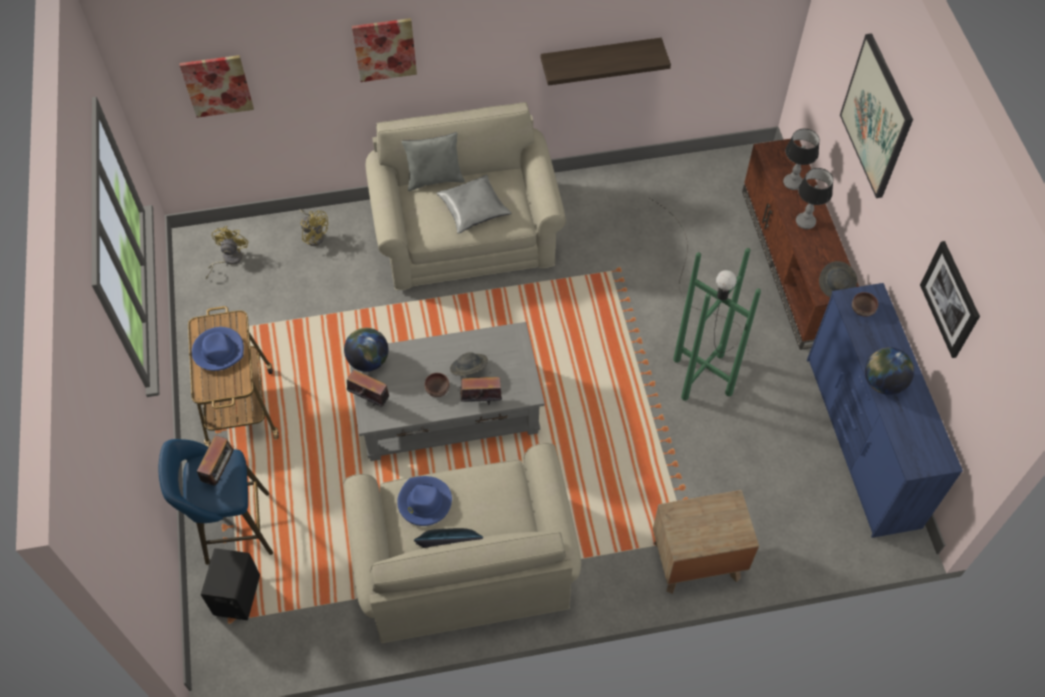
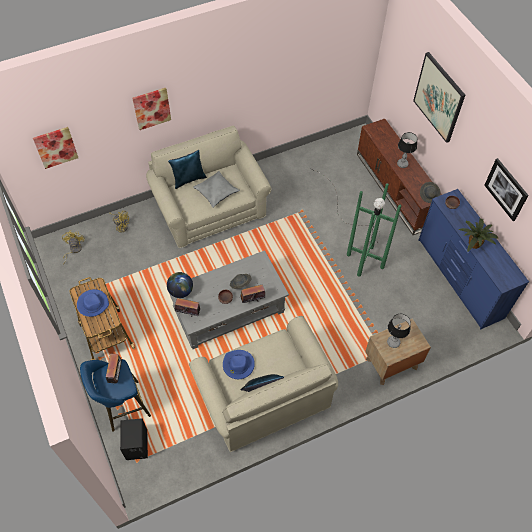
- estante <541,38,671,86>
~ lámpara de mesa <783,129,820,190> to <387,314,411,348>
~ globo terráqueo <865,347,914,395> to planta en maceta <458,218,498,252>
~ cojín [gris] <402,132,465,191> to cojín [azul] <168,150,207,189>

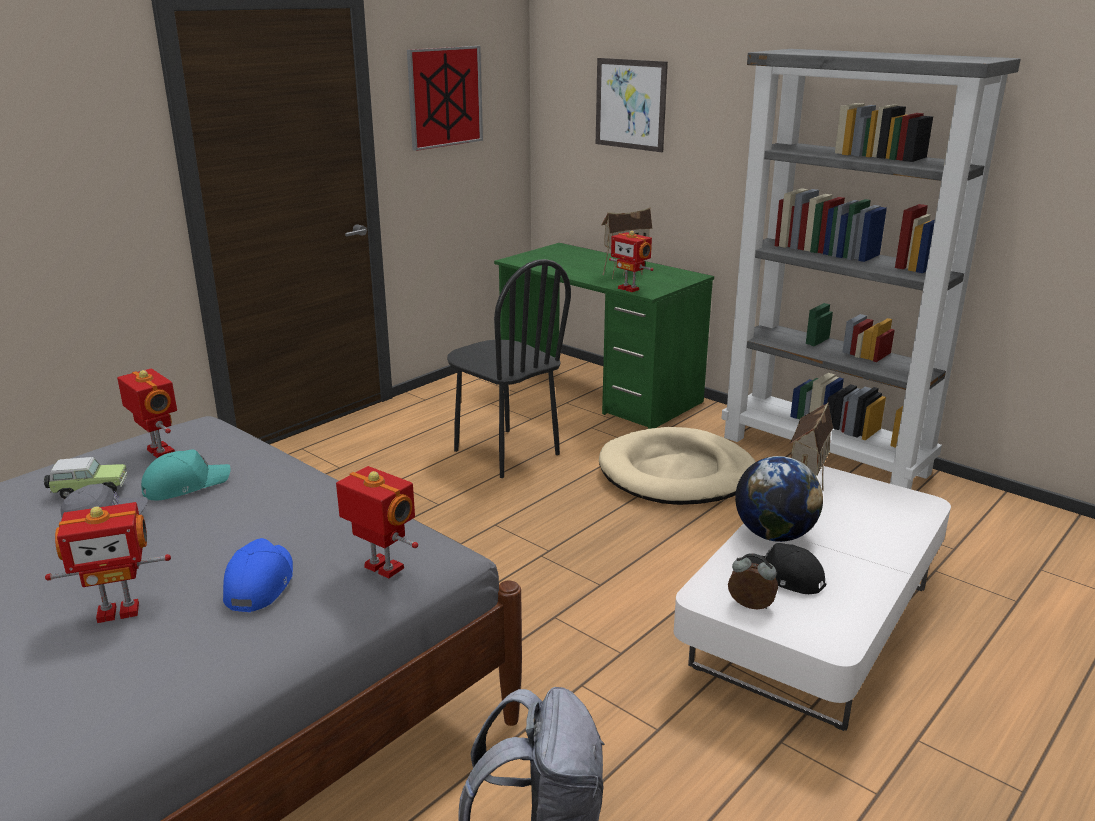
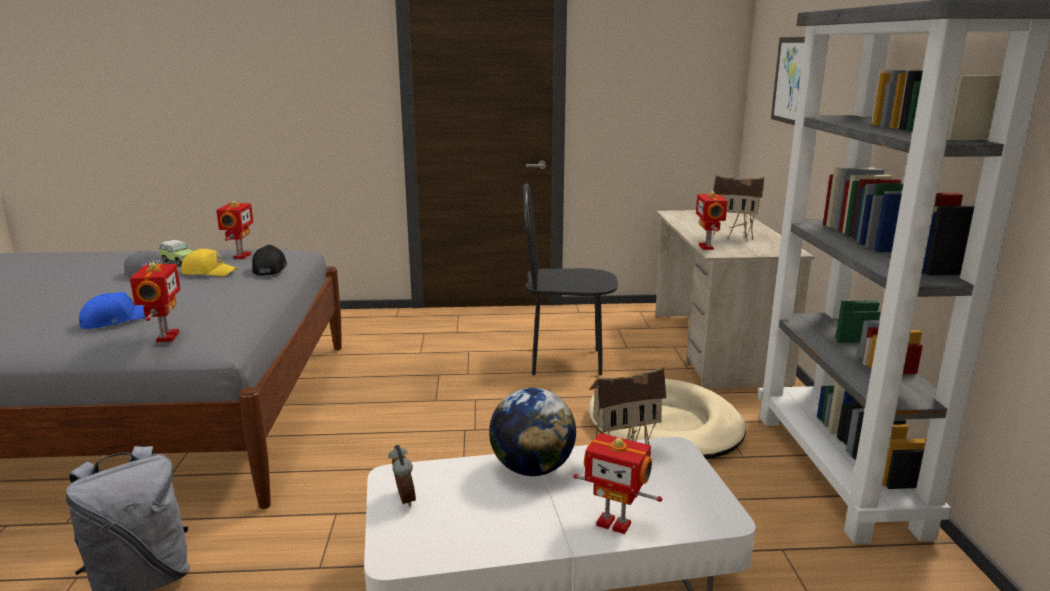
- cuadro <407,46,483,151>
~ robot de juguete <45,502,171,623> to <573,433,662,534>
~ gorra [negro] <747,543,826,594> to <252,245,287,275>
~ gorra [turquesa] <141,449,230,500> to gorra [amarillo] <181,248,237,277>
~ escritorio [verde] <494,243,714,429> to escritorio [beis] <655,210,815,388>
~ silla [negro] <447,259,571,478> = <523,183,618,376> 90 degrees clockwise

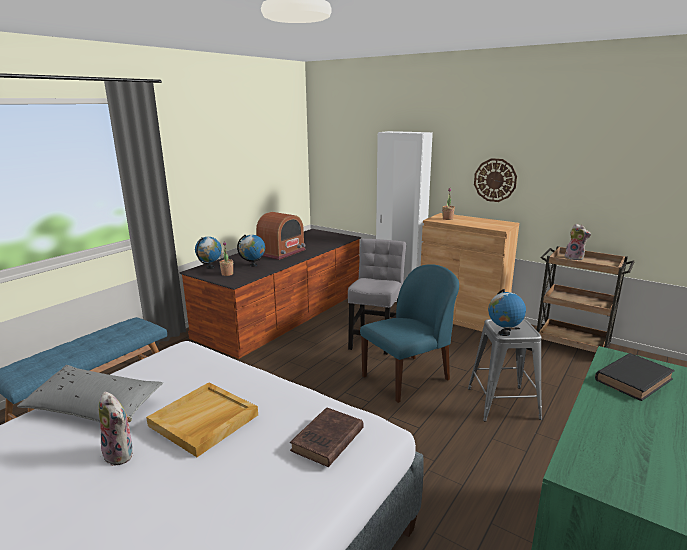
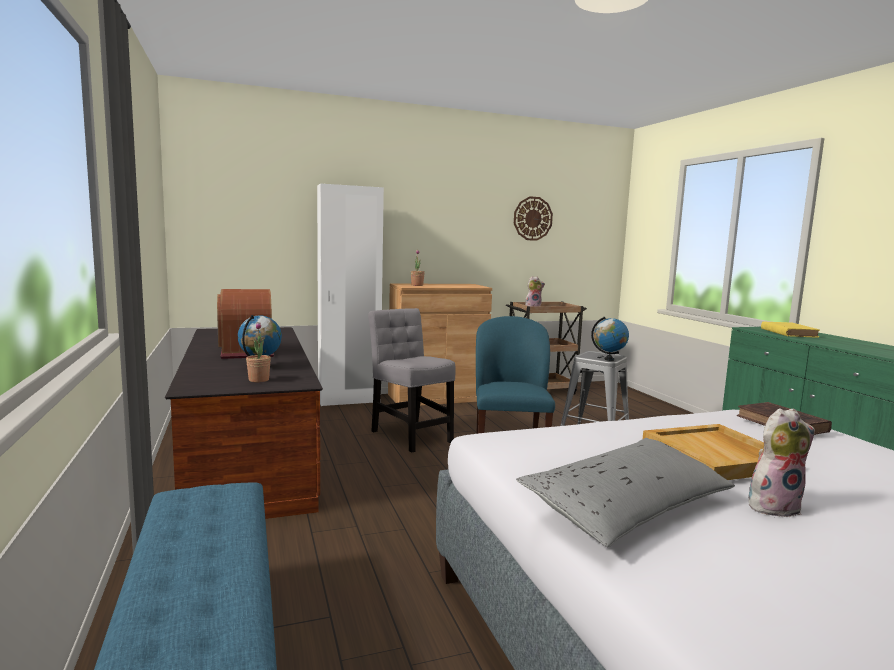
- globo terráqueo <195,237,222,269>
~ reloj de pared <474,158,517,202> to <514,196,553,241>
~ libro [negro] <595,353,675,401> to libro [amarillo] <761,321,820,338>

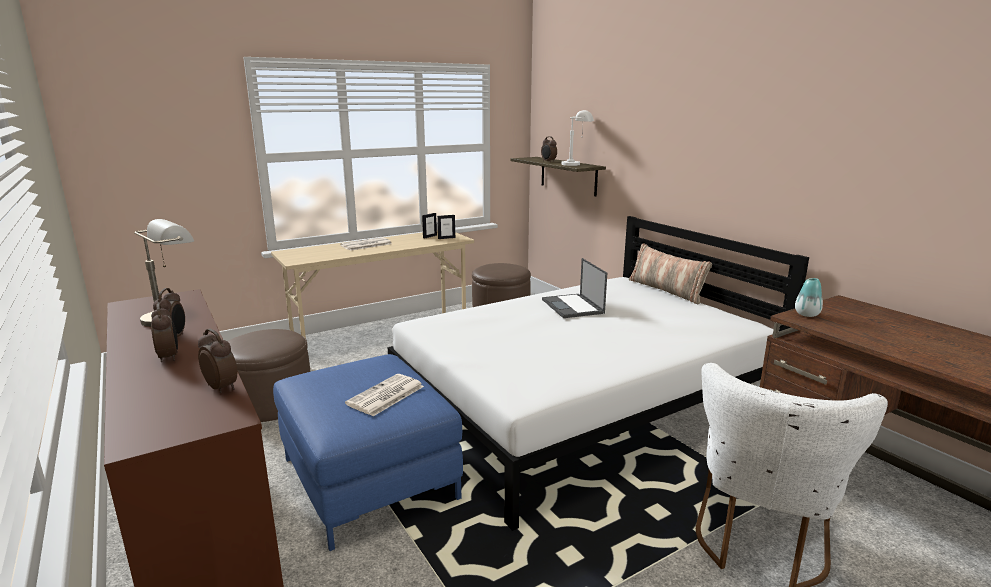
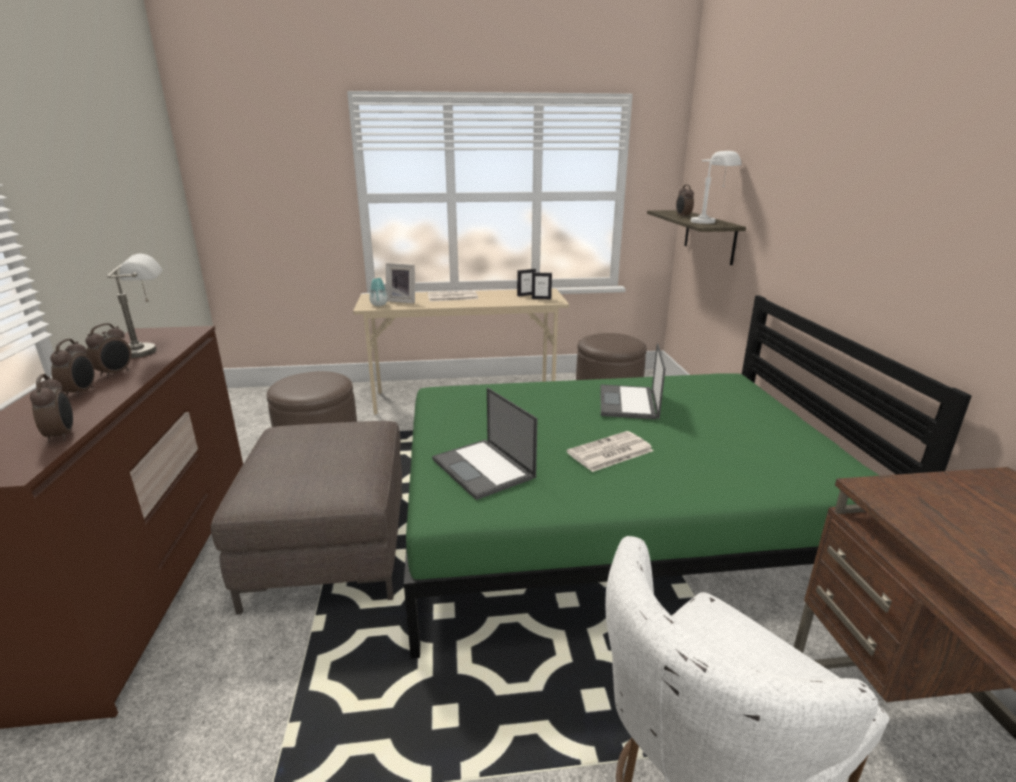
- cojín <629,243,712,304>
+ portarretratos <386,263,415,303>
+ portátil <432,388,538,500>
~ periódico <345,374,424,416> to <567,431,654,472>
~ florero <795,278,823,317> to <369,278,388,306>
~ puf [azul] <273,354,463,551> to puf [marrón] <211,421,402,615>
~ cama [blanco] <387,216,809,531> to cama [verde] <404,295,972,659>

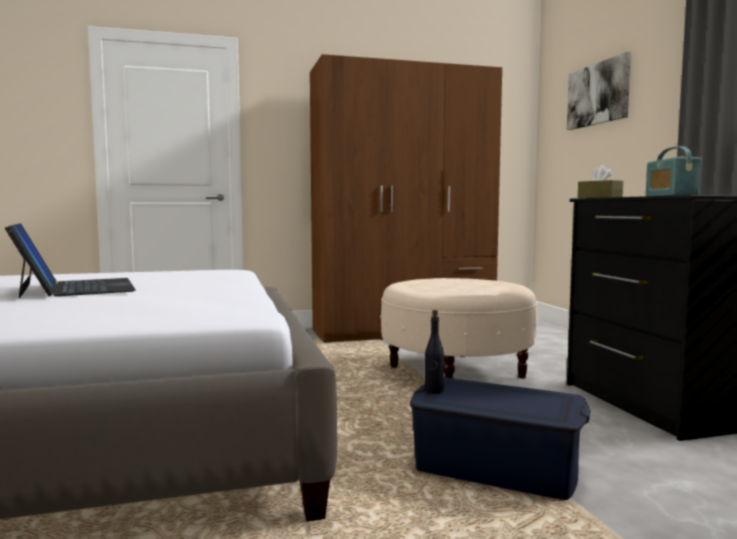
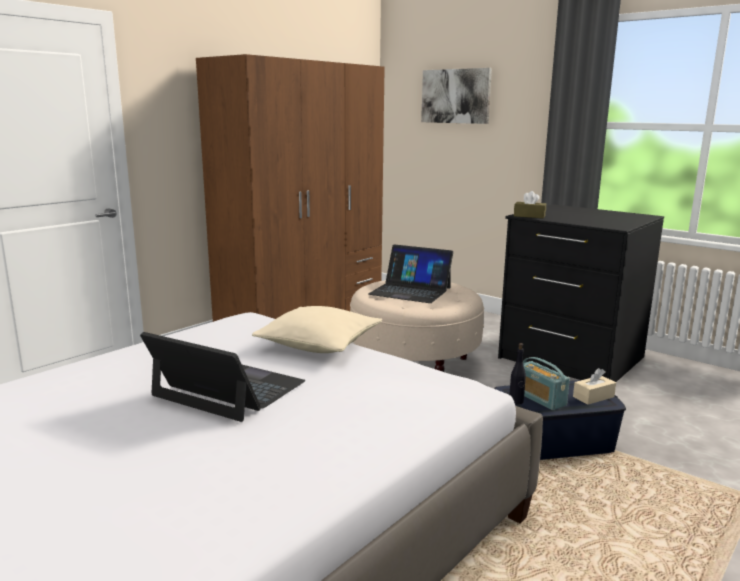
+ cojín [beis] <252,306,382,353>
+ portátil <369,244,453,303>
+ caja de pañuelos [beis] <573,368,616,405>
~ radio <646,146,702,196> to <523,357,570,410>

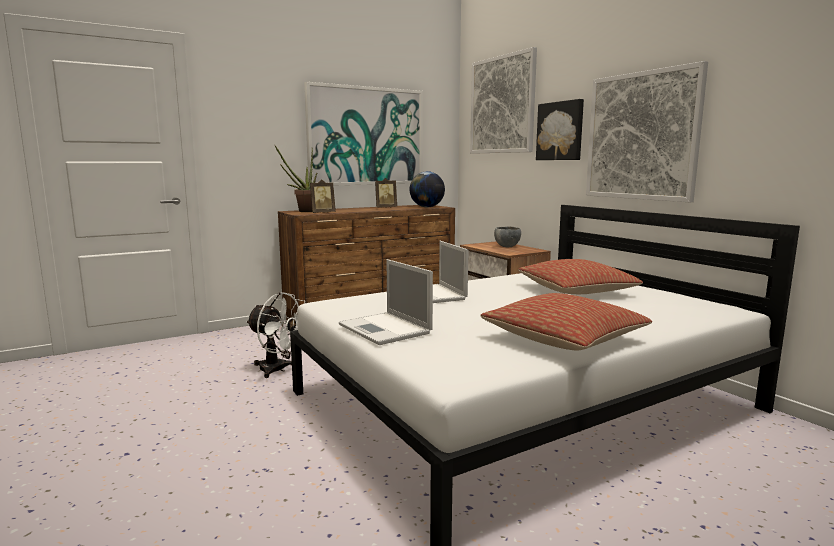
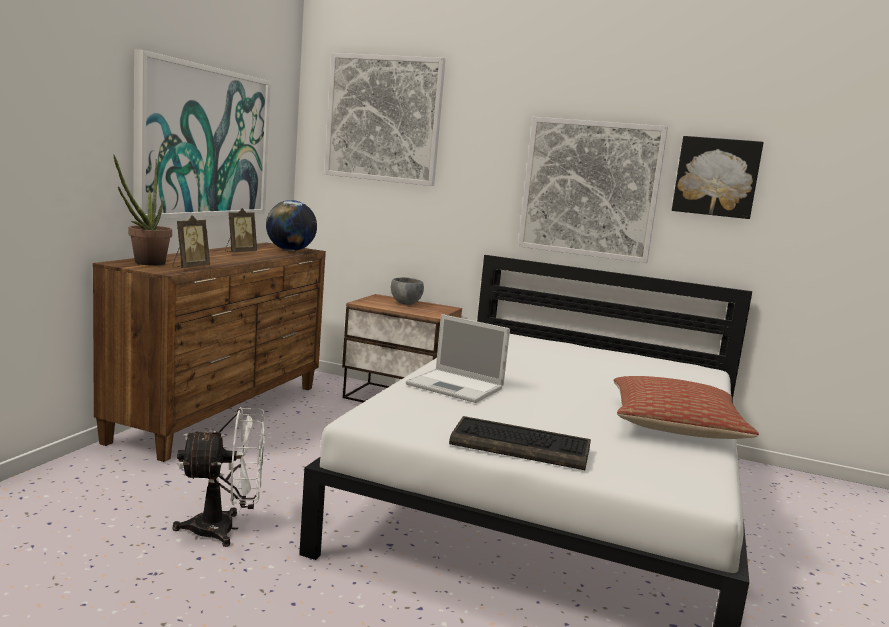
- cojín <518,259,643,294>
~ cuadro <536,99,584,160> to <672,136,764,219>
~ portátil <339,259,433,345> to teclado <449,416,591,470>

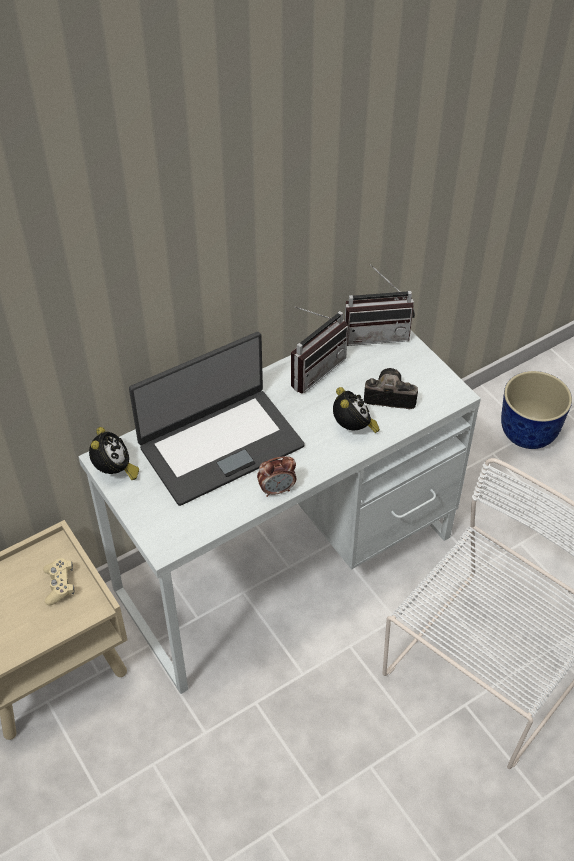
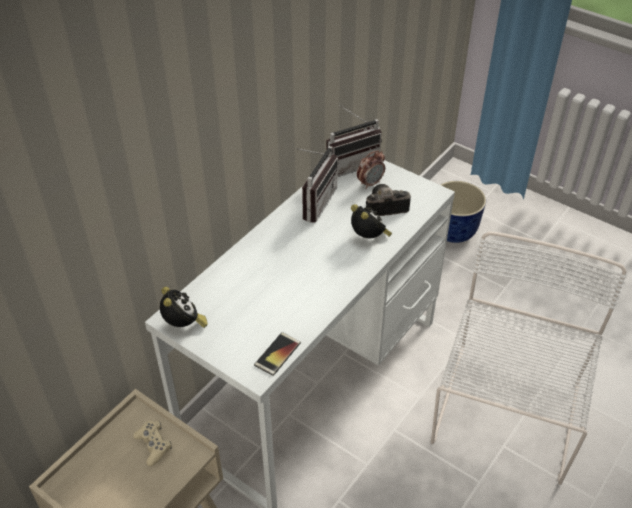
- portátil <129,332,305,506>
+ móvil <254,332,301,376>
~ despertador <257,456,296,497> to <357,150,385,189>

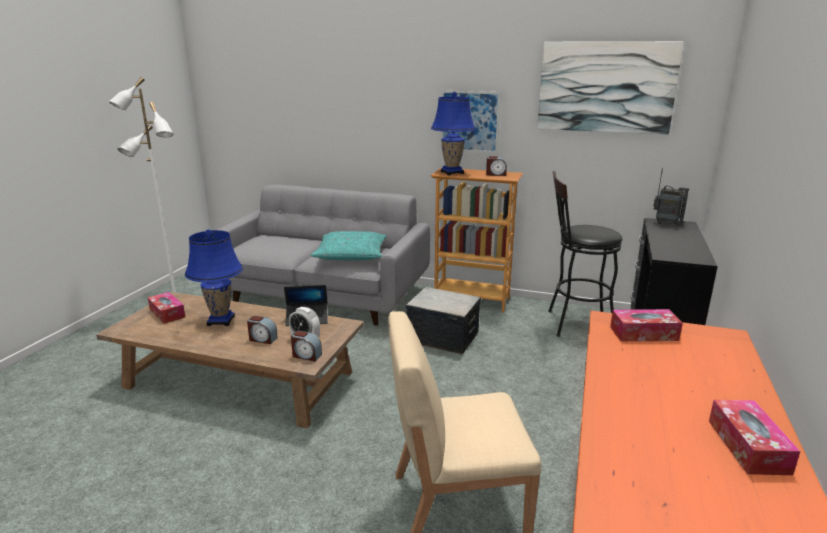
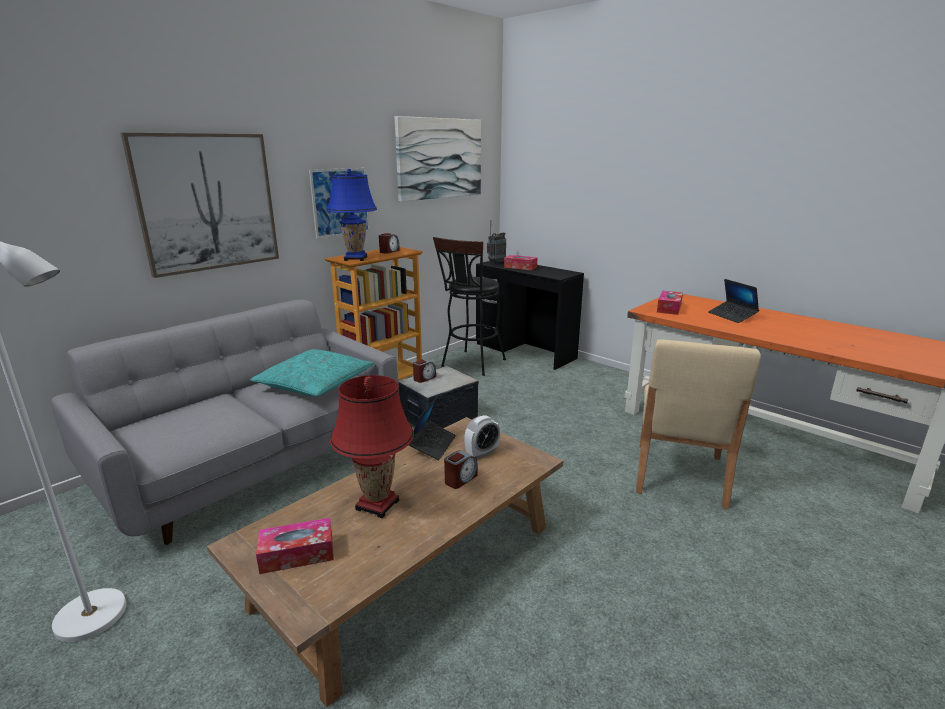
+ cuadro <121,133,279,278>
+ portátil <708,279,759,323>
~ despertador <291,331,322,361> to <413,359,436,383>
~ caja de pañuelos <709,400,800,475> to <504,255,538,270>
~ lámpara de mesa [azul] <185,229,243,326> to lámpara de mesa [rojo] <330,375,414,518>

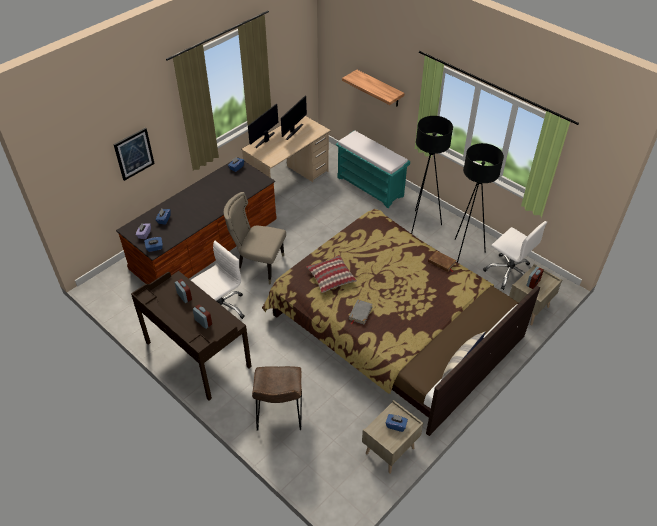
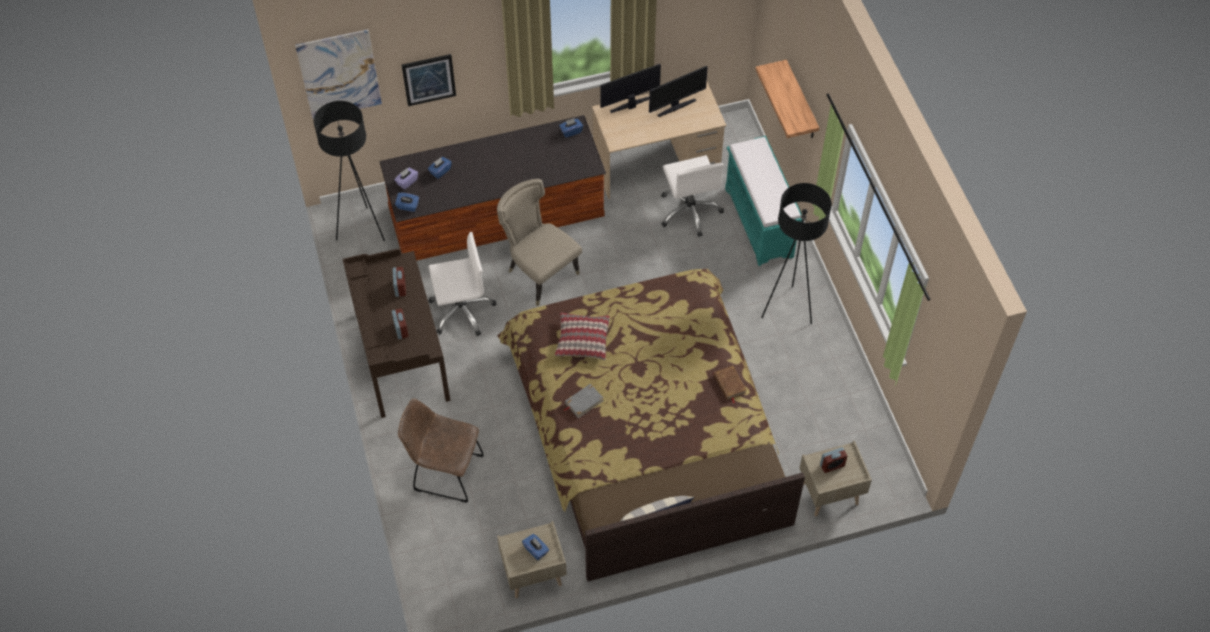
+ cuadro <295,29,382,119>
~ lámpara de pie [negro] <455,143,504,263> to <314,101,385,241>
~ silla de oficina [blanco] <483,221,547,290> to <661,155,724,237>
~ silla [marrón] <252,366,302,431> = <398,398,484,503> 75 degrees clockwise

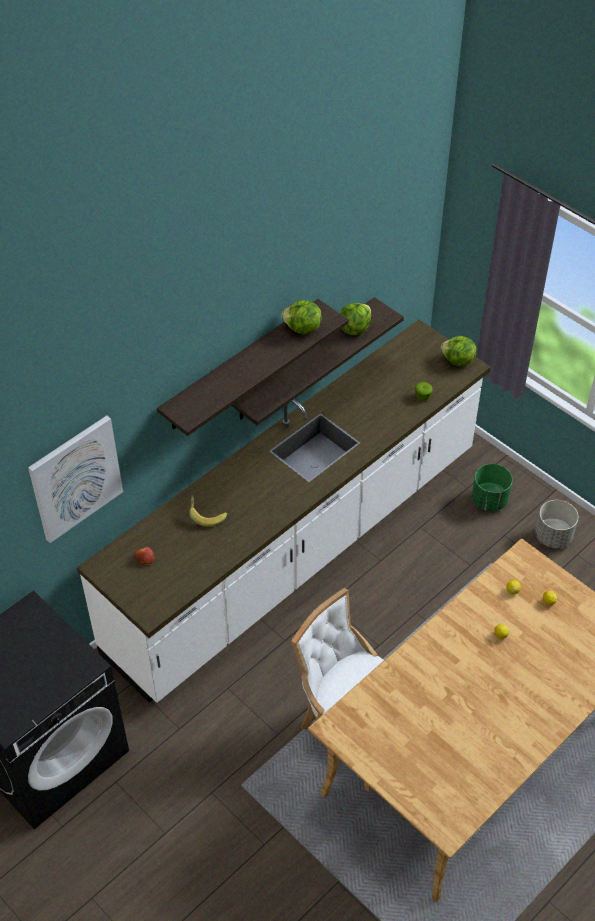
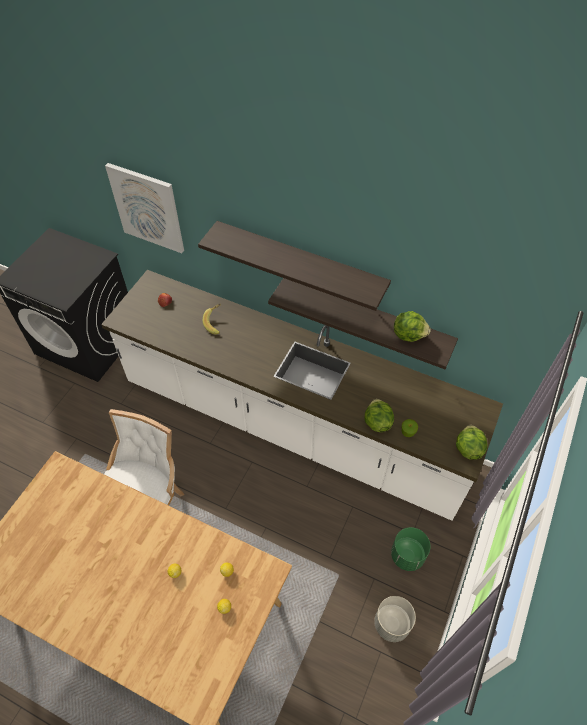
~ lechuga <281,300,322,334> to <364,399,394,432>

